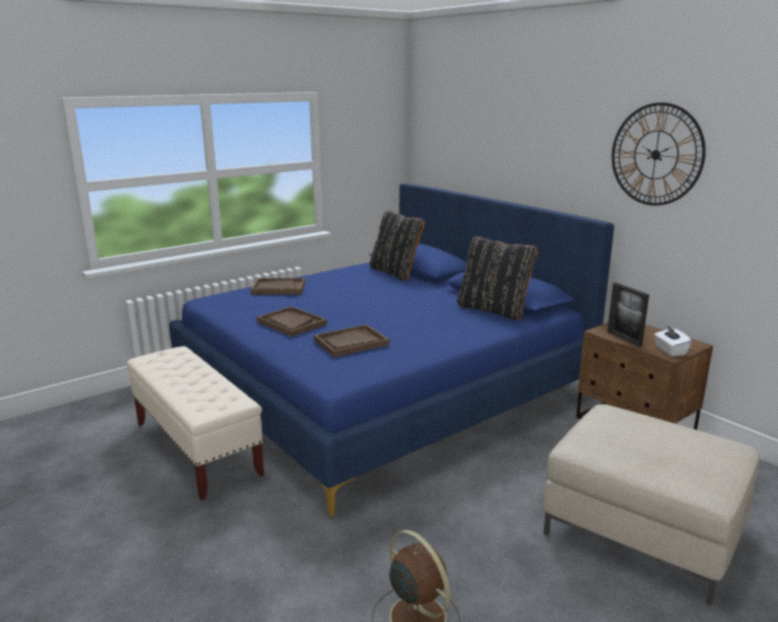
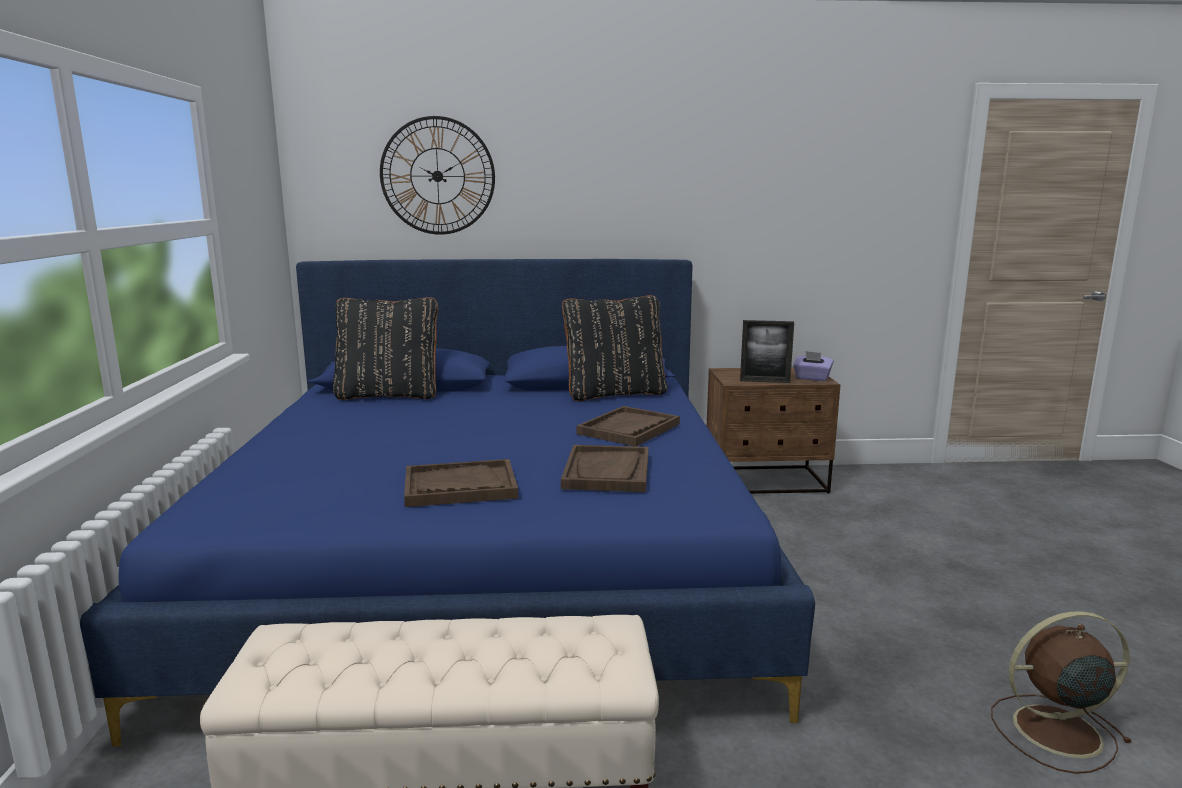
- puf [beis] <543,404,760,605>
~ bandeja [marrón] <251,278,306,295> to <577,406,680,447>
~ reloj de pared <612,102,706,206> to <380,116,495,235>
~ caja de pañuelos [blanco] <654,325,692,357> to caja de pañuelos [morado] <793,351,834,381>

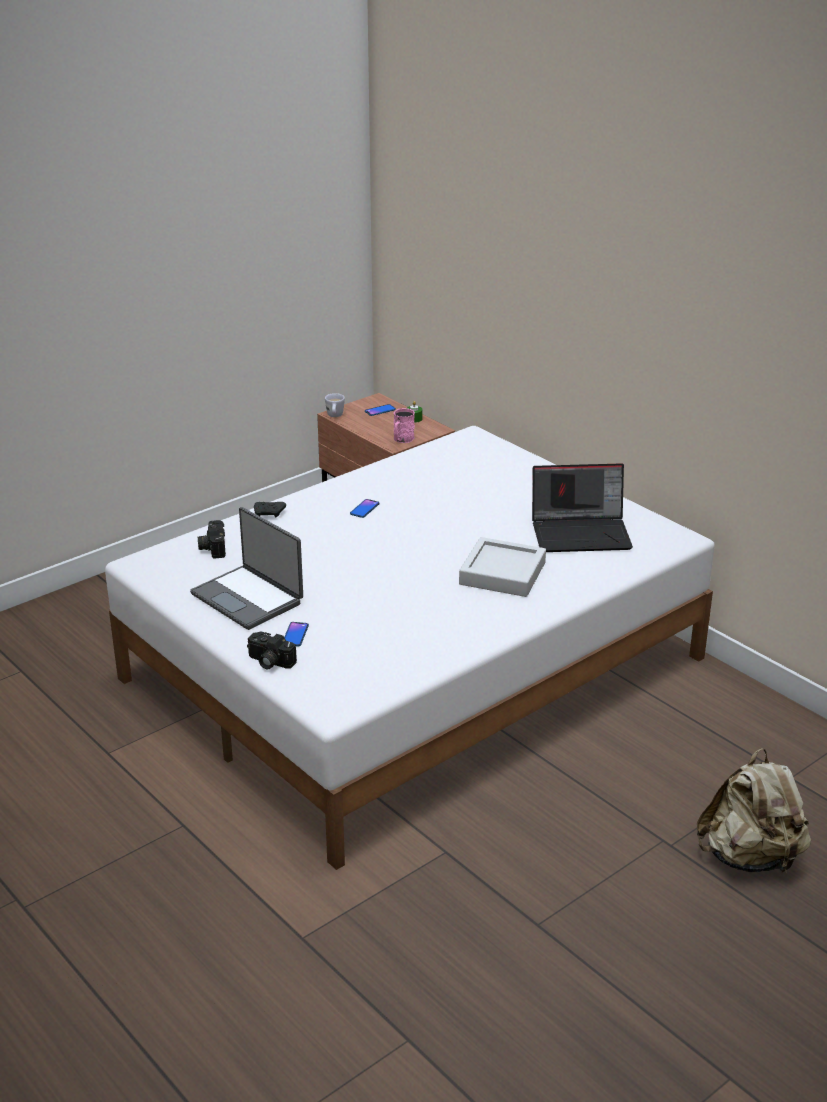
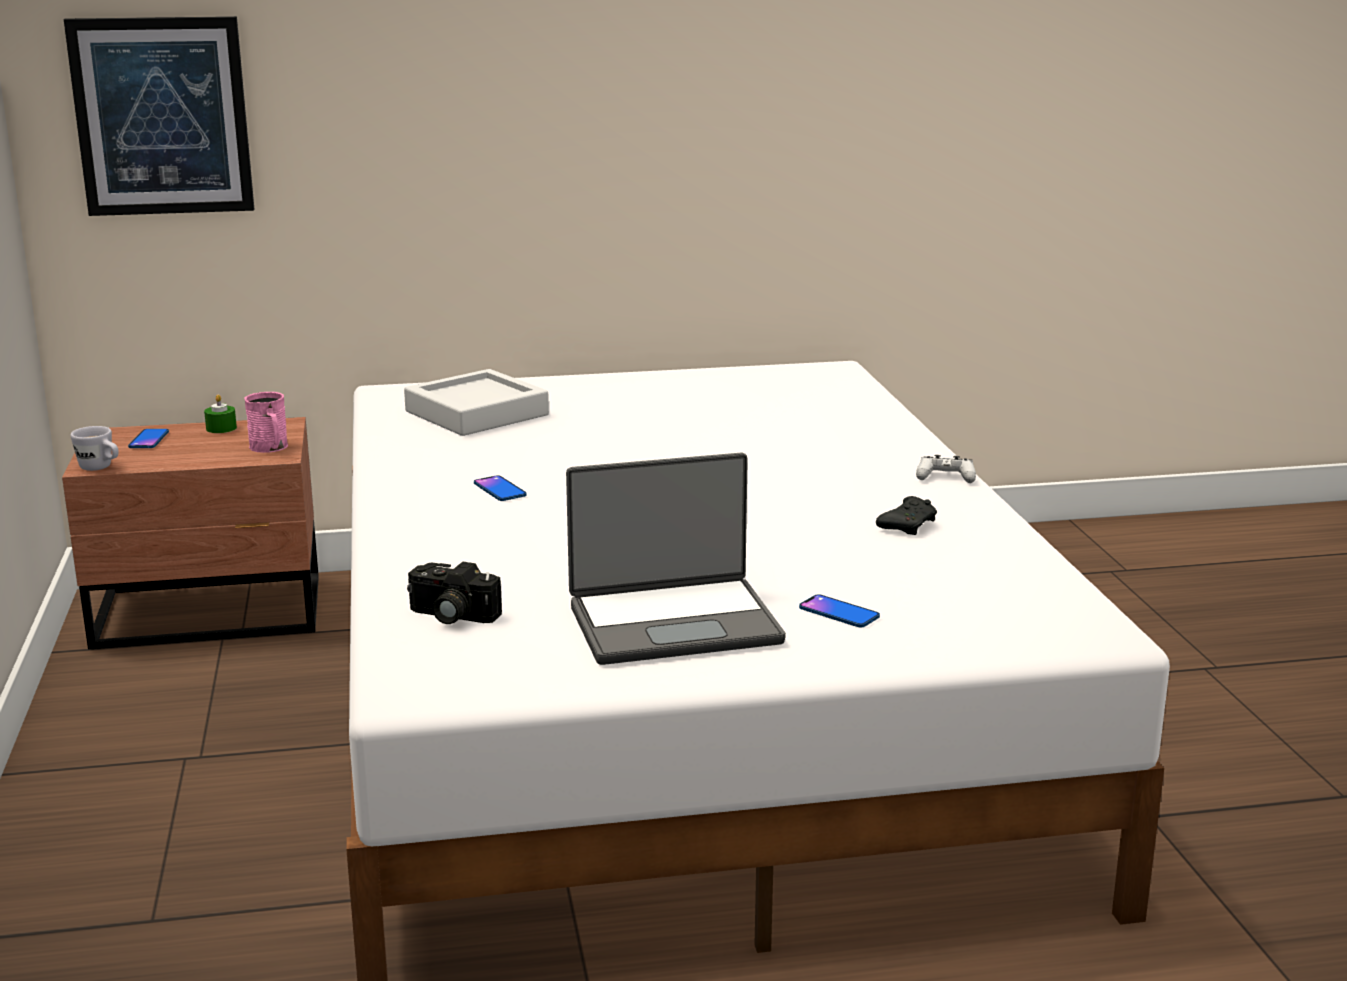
- cámara <247,631,297,669>
- portátil <532,463,633,552>
- mochila [beis] <697,748,811,875>
+ cuadro <64,16,254,216>
+ mando de consola [blanco] <916,455,976,483>
~ mando de consola [negro] <254,502,286,518> to <876,496,937,535>
~ bandeja [gris] <459,537,546,597> to <404,369,549,436>

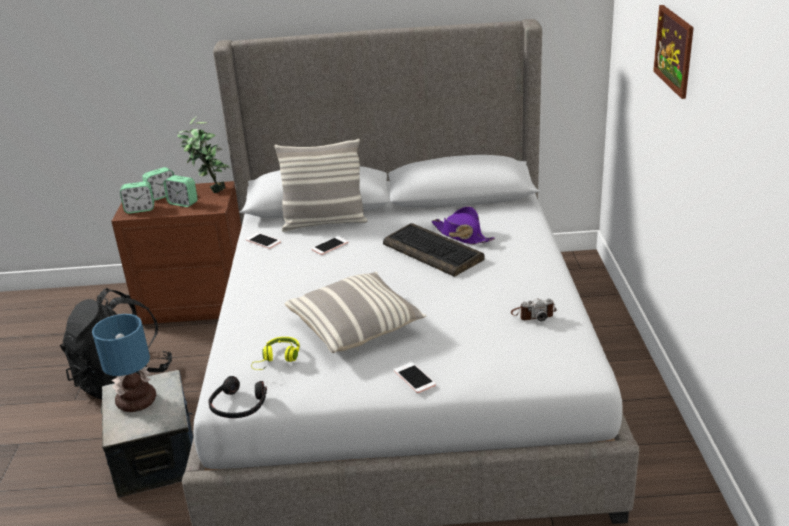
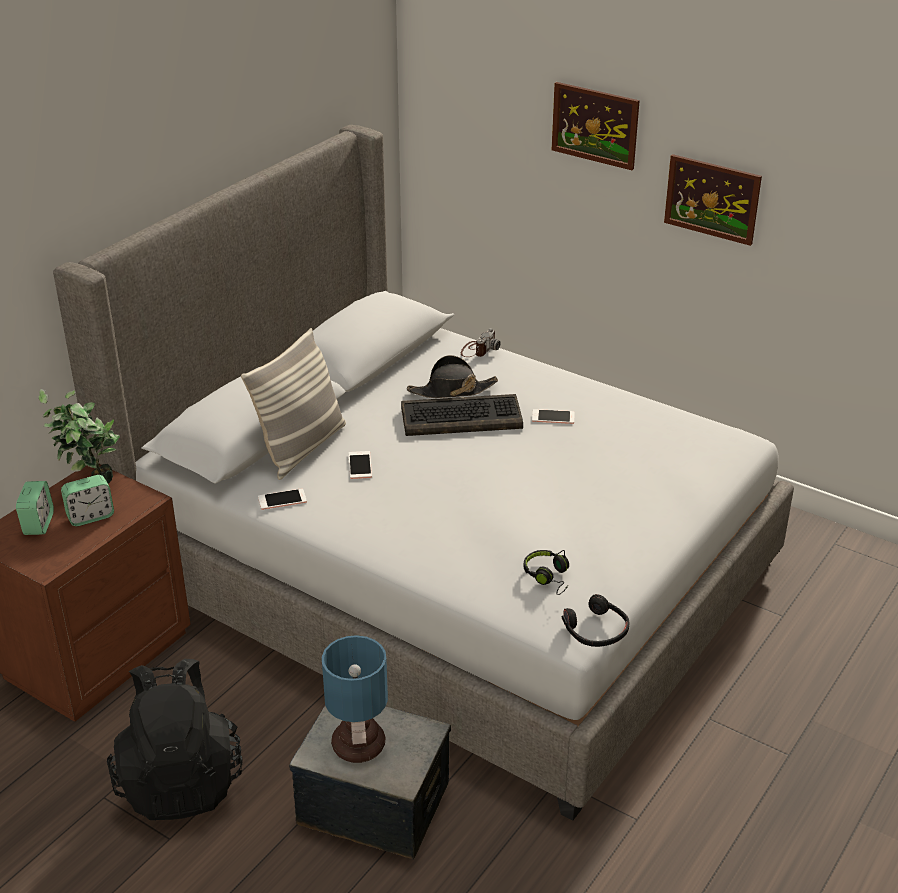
- despertador <120,181,154,214>
- cojín <285,272,427,353>
+ cuadro <664,154,762,246>
~ móvil <394,362,436,393> to <532,409,575,424>
~ cámara <511,298,557,321> to <461,329,501,357>
~ auriculares [amarillo] <251,337,300,370> to auriculares [negro] <524,550,569,595>
~ sombrero [morado] <432,206,495,245> to sombrero [negro] <407,355,498,398>

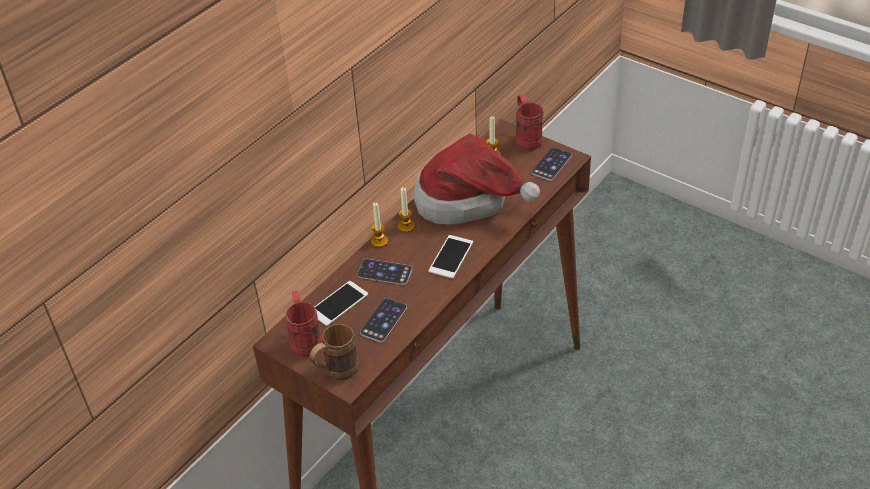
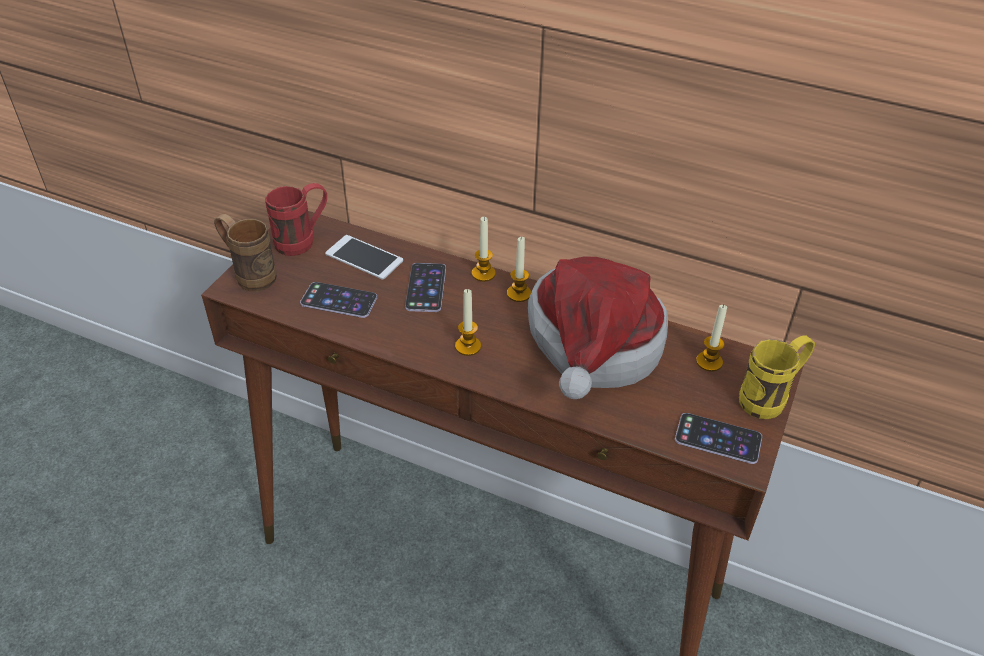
~ móvil <428,235,473,279> to vela <455,289,481,356>
~ taza grande [rojo] <516,95,543,151> to taza grande [amarillo] <739,336,815,419>

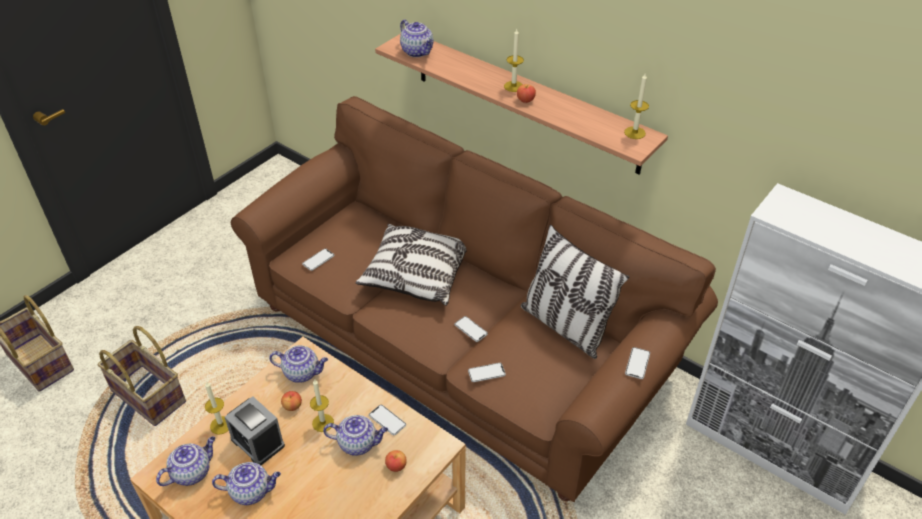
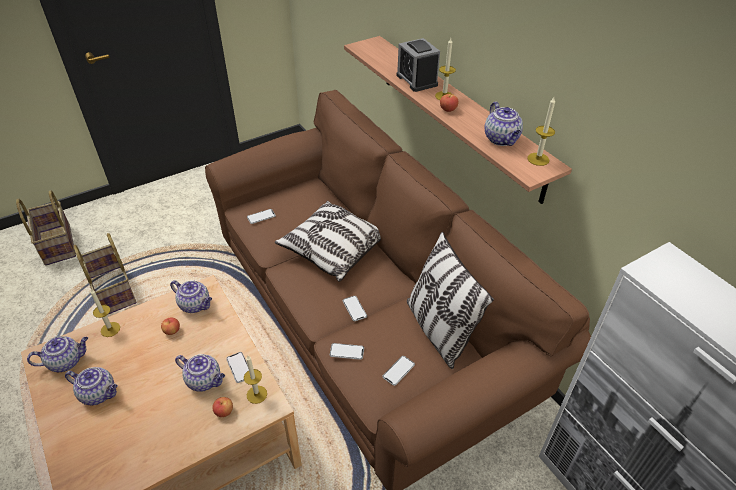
~ despertador <225,396,285,465> to <397,38,440,92>
~ vela <310,380,334,432> to <244,356,267,404>
~ tetera <400,19,434,57> to <484,102,523,146>
~ móvil <625,347,650,379> to <382,356,415,386>

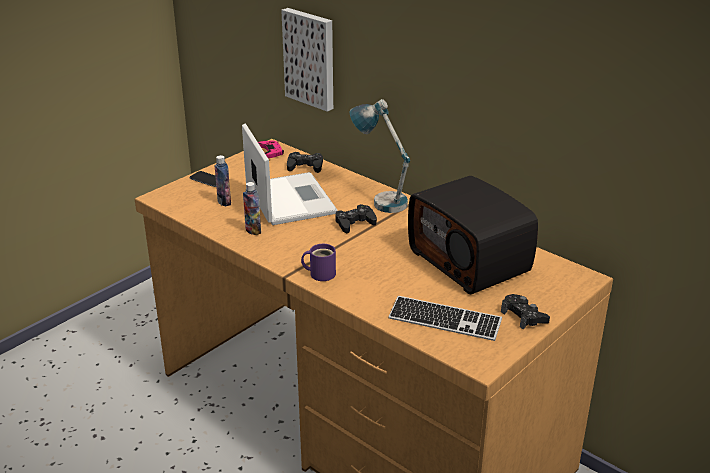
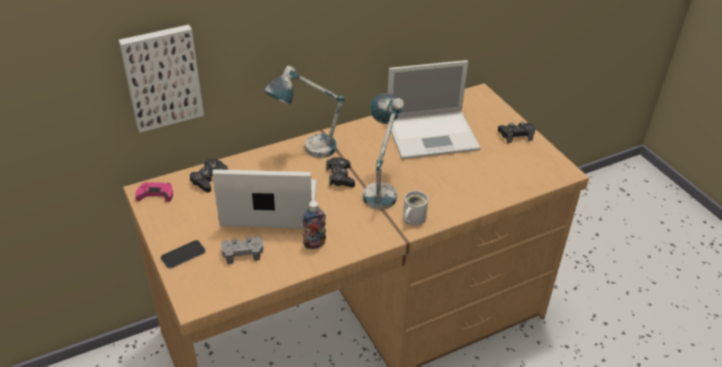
- teclado <389,296,502,341>
+ lámpara de mesa <363,93,404,210>
~ botella <214,155,231,206> to mando de consola [gris] <221,236,263,264>
~ radio <408,176,538,294> to portátil <388,60,481,159>
~ taza grande [morado] <301,244,336,281> to taza grande [blanco] <403,191,428,226>

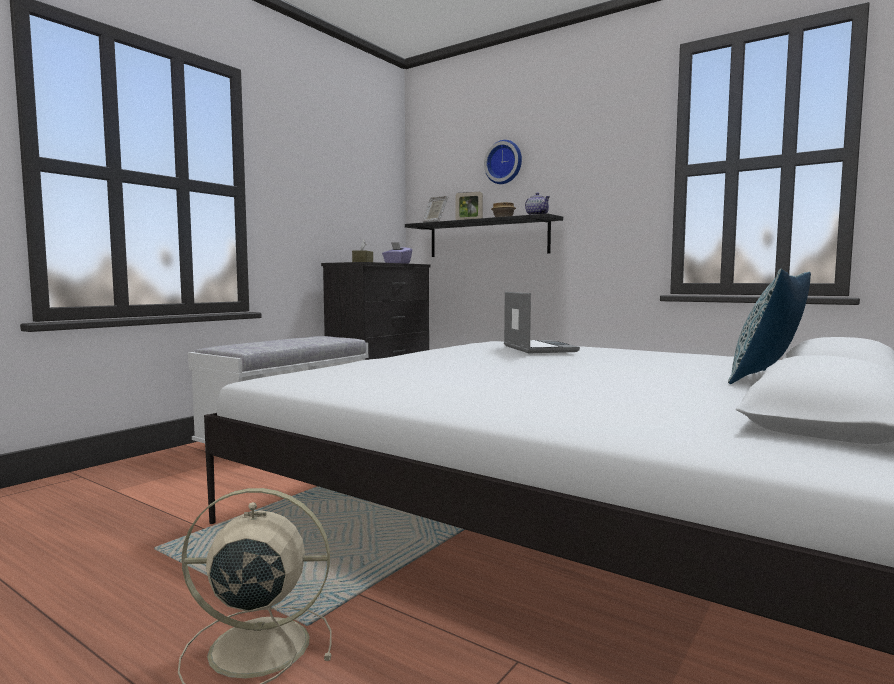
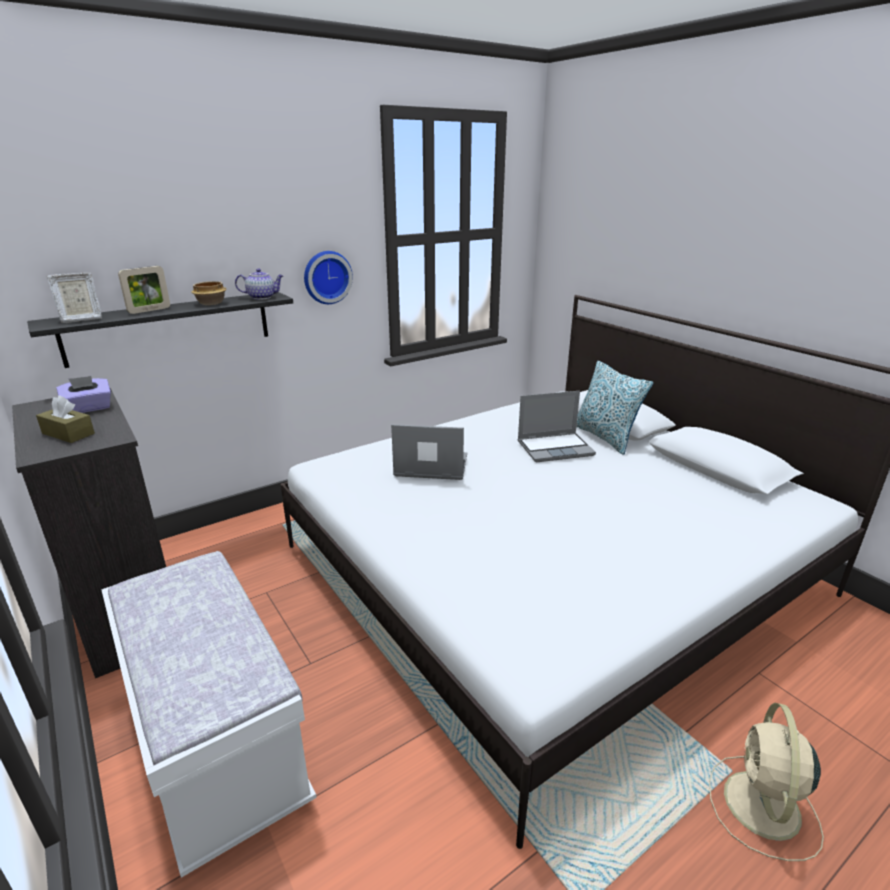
+ portátil <518,391,596,462>
~ reloj de pared <484,140,522,184> to <304,251,353,304>

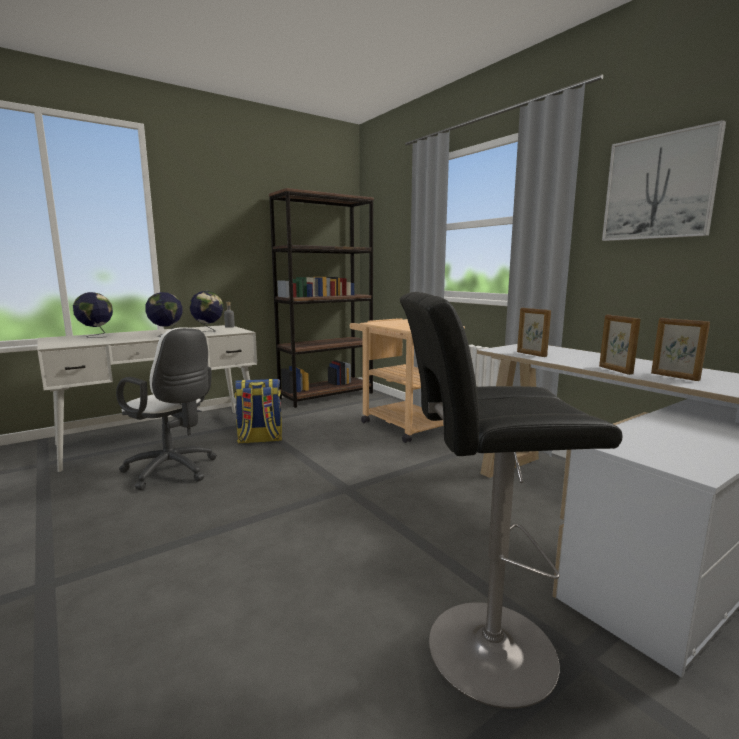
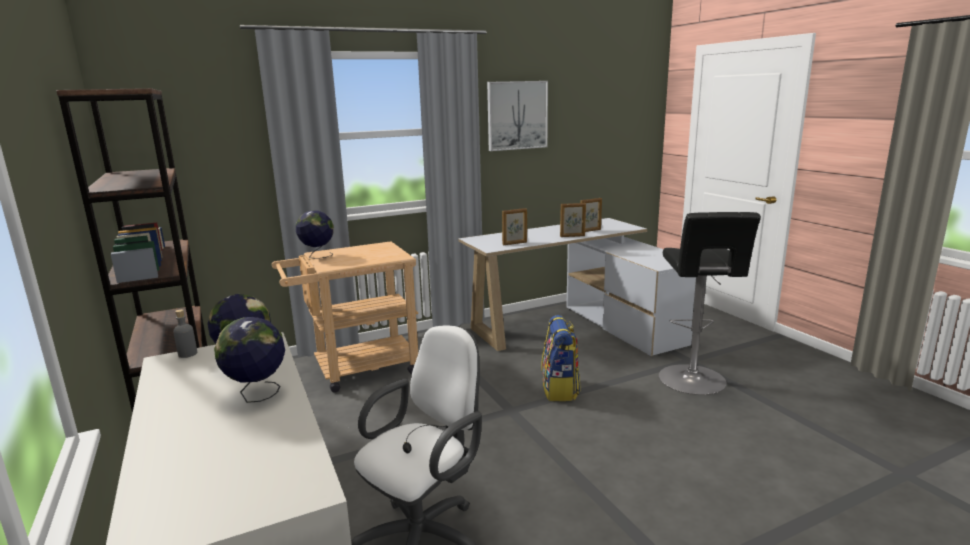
~ globo terráqueo <73,292,113,338> to <296,210,334,259>
~ mochila <234,379,282,444> to <541,315,581,401>

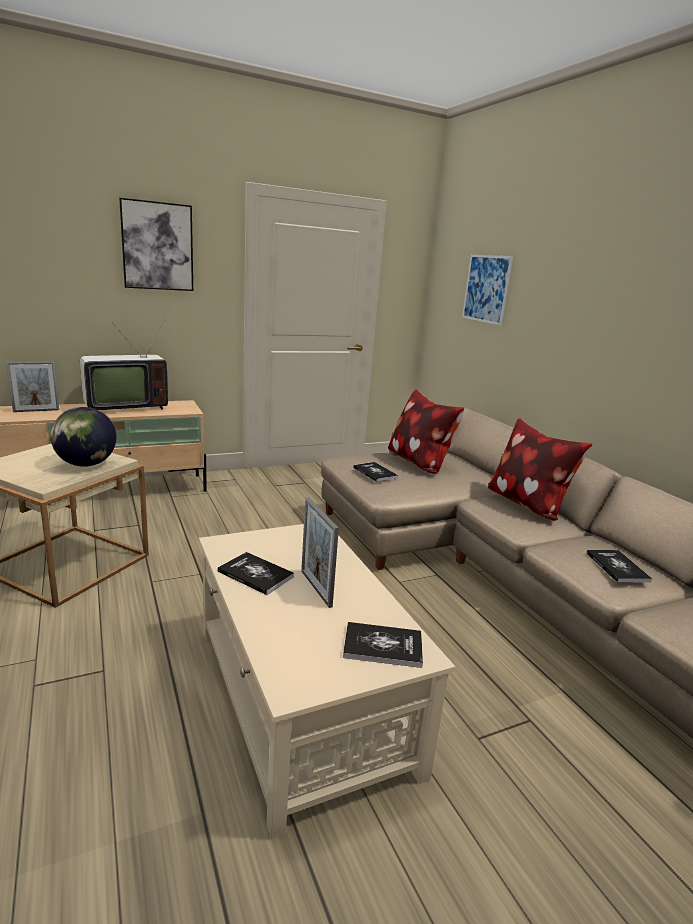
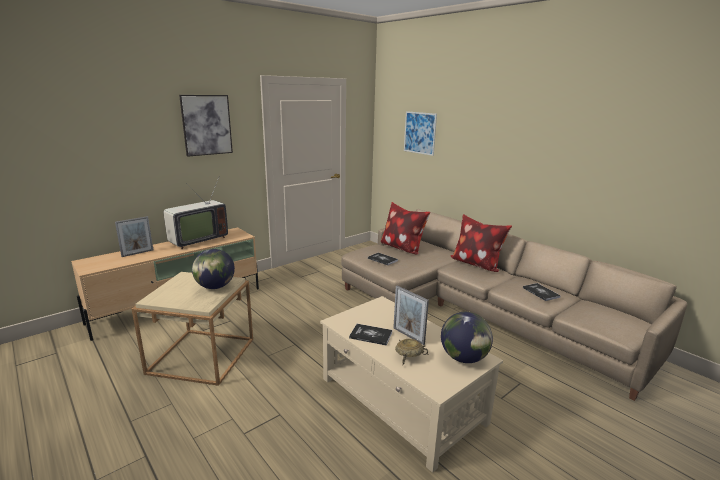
+ cuenco [beis] <395,339,428,364>
~ libro <343,622,423,668> to globo terráqueo <441,312,493,363>

